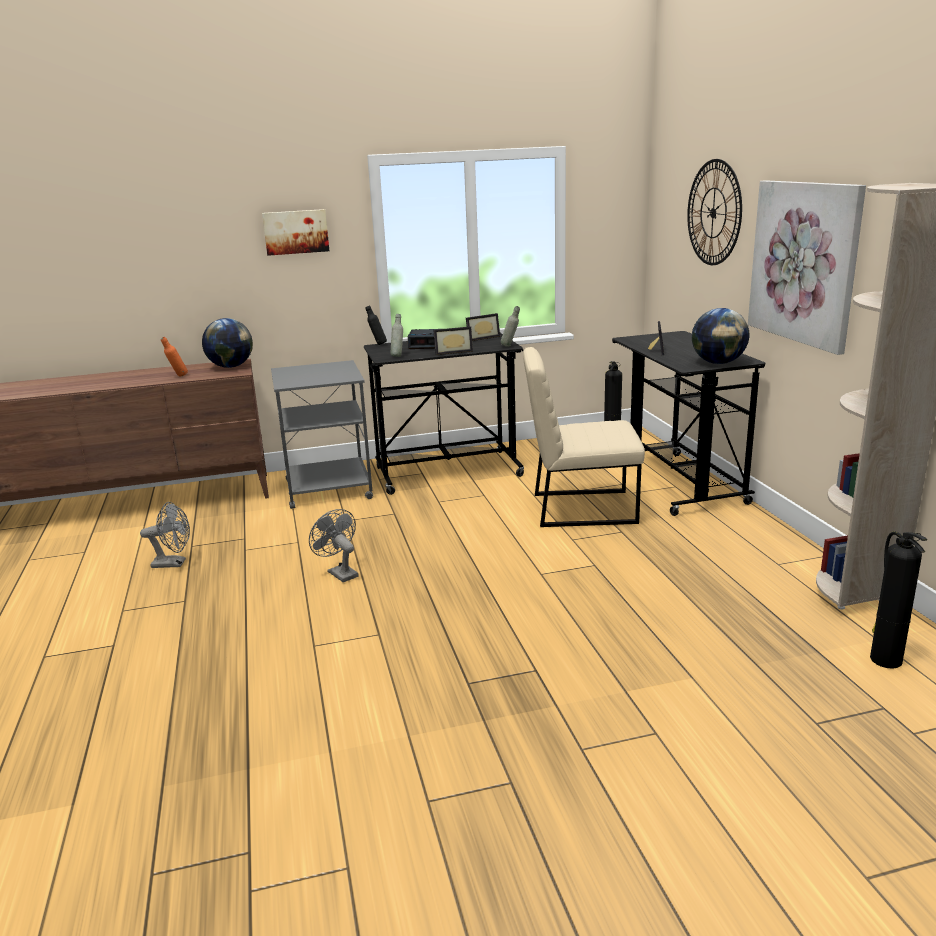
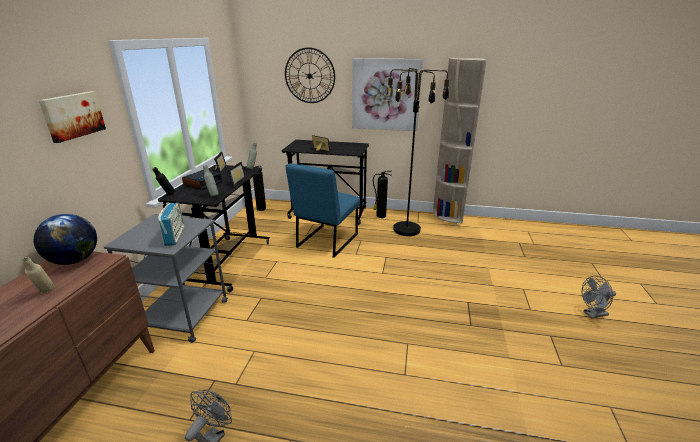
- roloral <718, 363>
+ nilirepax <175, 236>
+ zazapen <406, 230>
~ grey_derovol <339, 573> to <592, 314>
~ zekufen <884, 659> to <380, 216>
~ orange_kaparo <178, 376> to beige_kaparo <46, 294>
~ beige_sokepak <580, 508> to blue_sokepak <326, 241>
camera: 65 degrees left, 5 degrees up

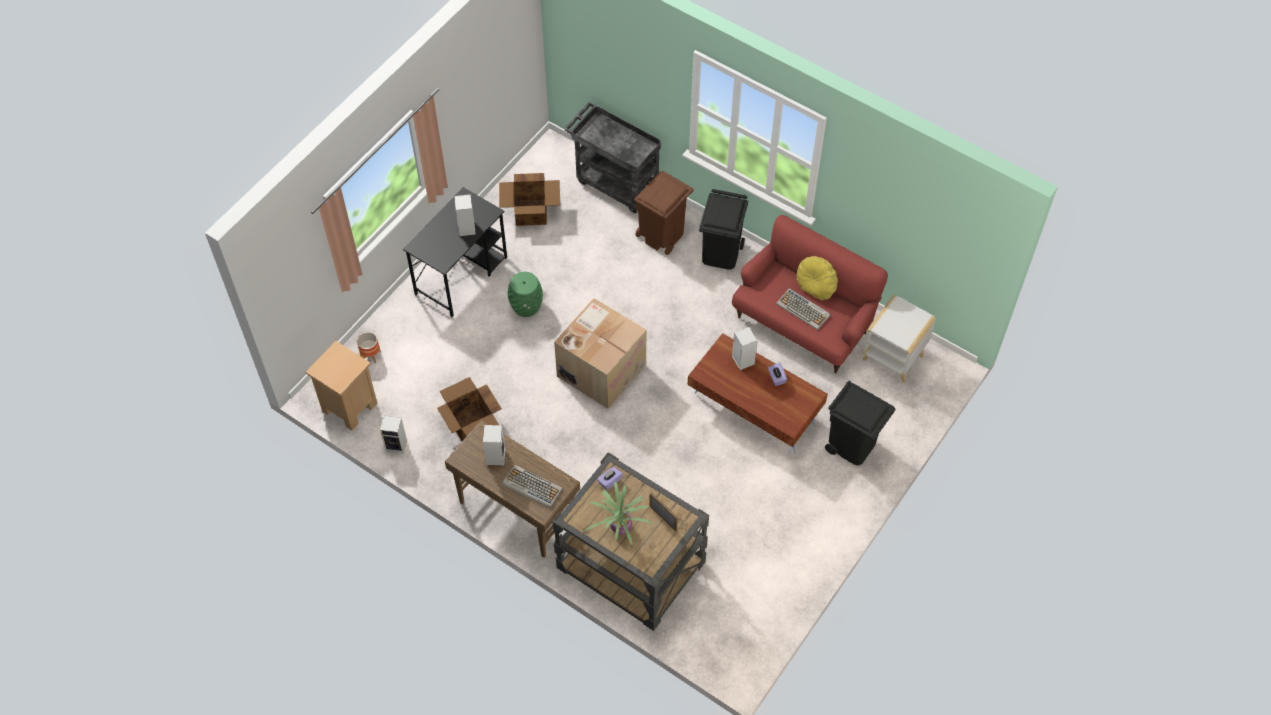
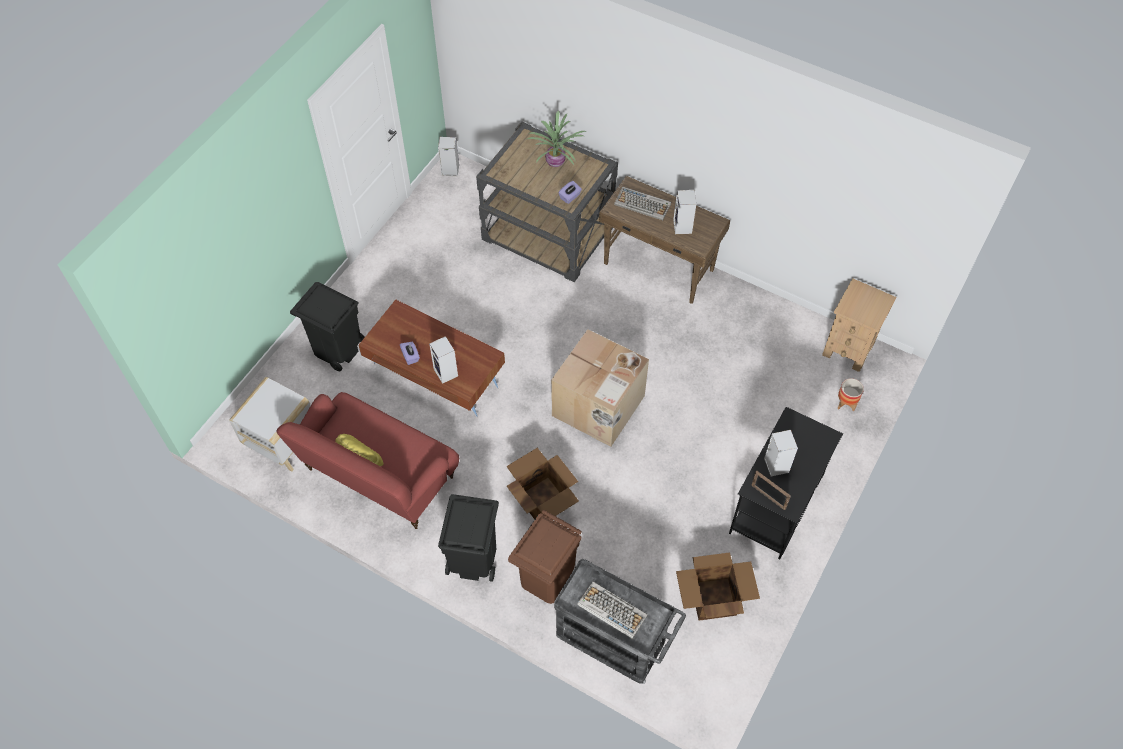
- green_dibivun <526, 306>
~ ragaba <397, 445> to <449, 170>
~ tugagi <472, 425> to <542, 499>
~ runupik <663, 518> to <768, 497>
~ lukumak <803, 309> to <611, 610>
camera: 175 degrees right, 0 degrees up

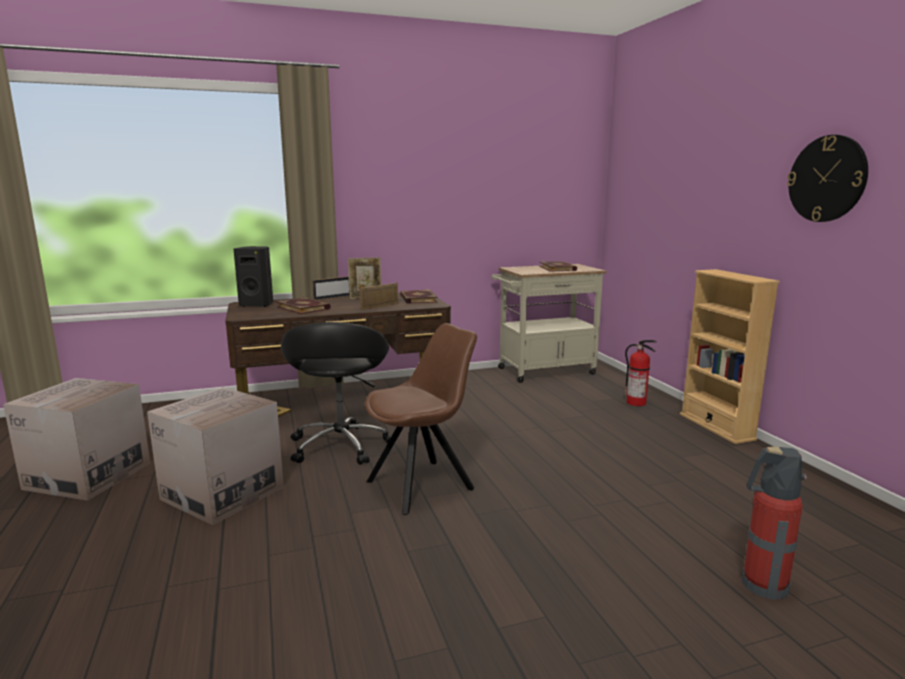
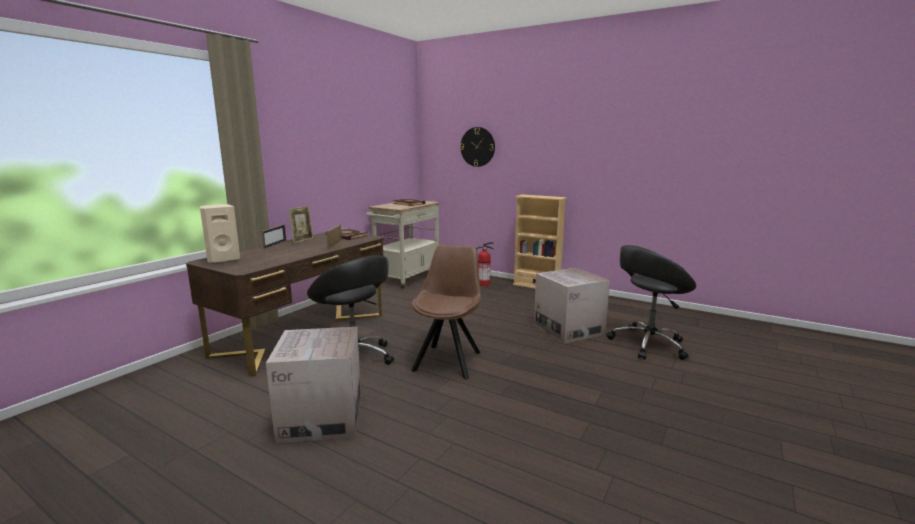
- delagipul <304, 308>
~ tugagi <88, 475> to <568, 329>
~ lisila <827, 179> to <477, 147>
~ zekufen <762, 584> to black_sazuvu <646, 345>
~ black_ragaba <257, 305> to beige_ragaba <223, 259>
camera: 40 degrees left, 0 degrees up

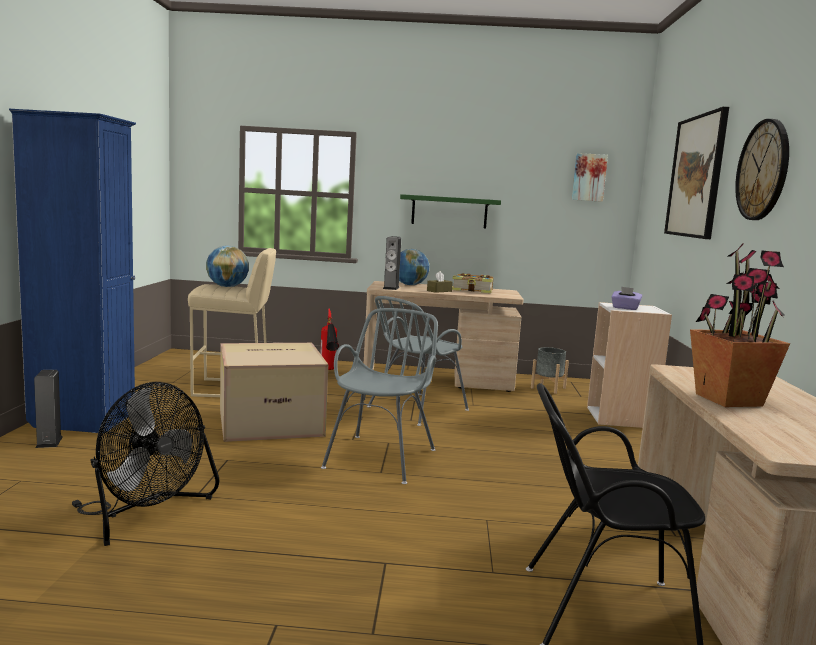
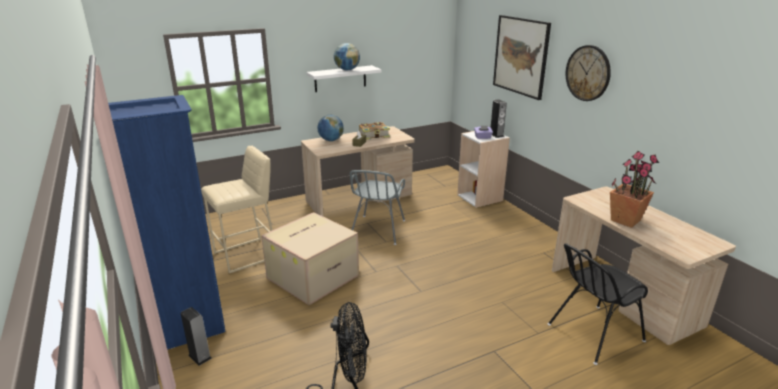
- zekufen <329, 372>
- grey_sokepak <381, 456>
- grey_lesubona <548, 388>
- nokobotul <589, 177>
~ roloral <227, 287> to <347, 70>
~ ragaba <391, 288> to <496, 135>
~ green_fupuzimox <449, 211> to white_fupuzimox <340, 78>
camera: 30 degrees left, 15 degrees up

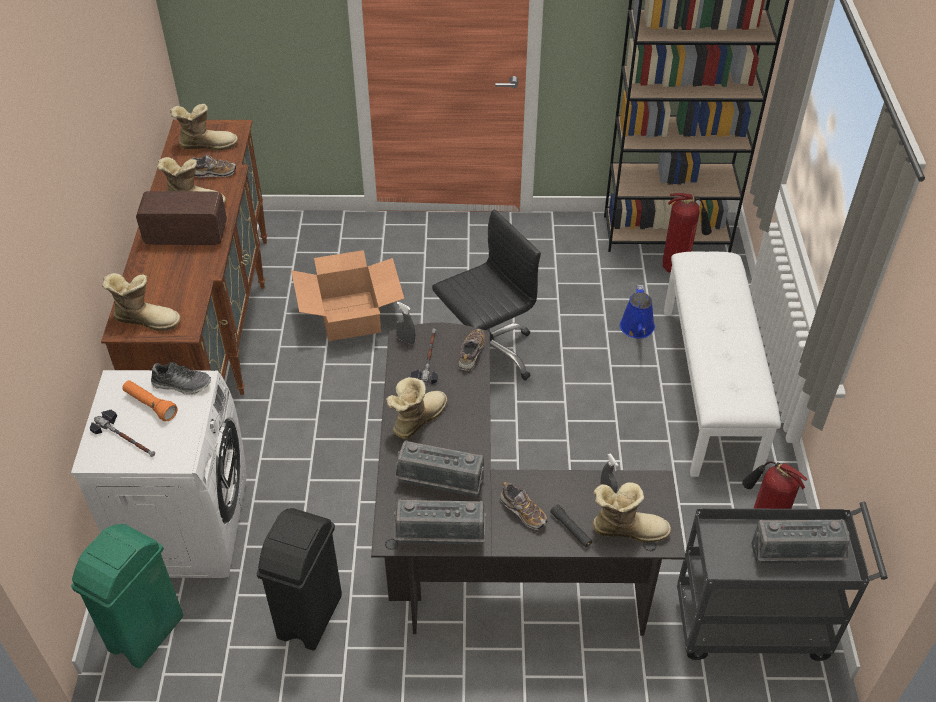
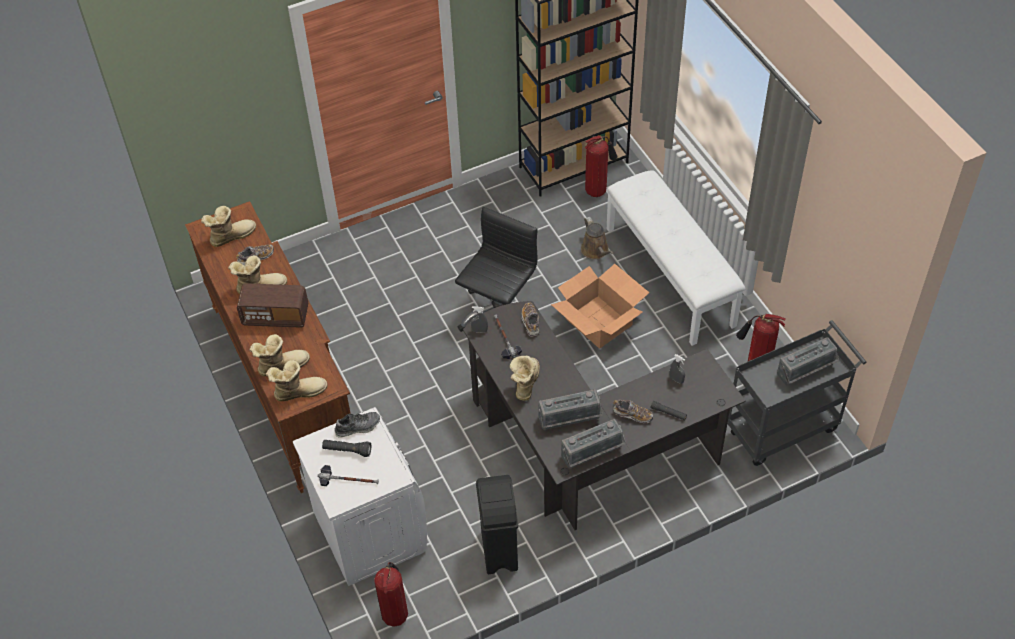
~ tugagi <350, 315> to <599, 321>
~ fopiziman <627, 528> to <281, 365>
~ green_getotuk <145, 634> to zekufen <395, 613>
~ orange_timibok <150, 405> to black_timibok <347, 451>
~ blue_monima <637, 329> to brown_monima <596, 251>
~ nilirepax <186, 235> = <275, 316> 150 degrees counterclockwise
camera: 25 degrees left, 5 degrees up

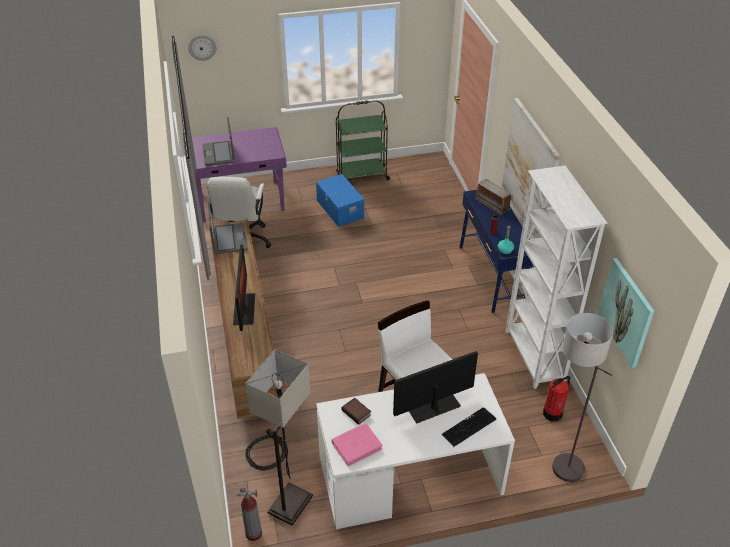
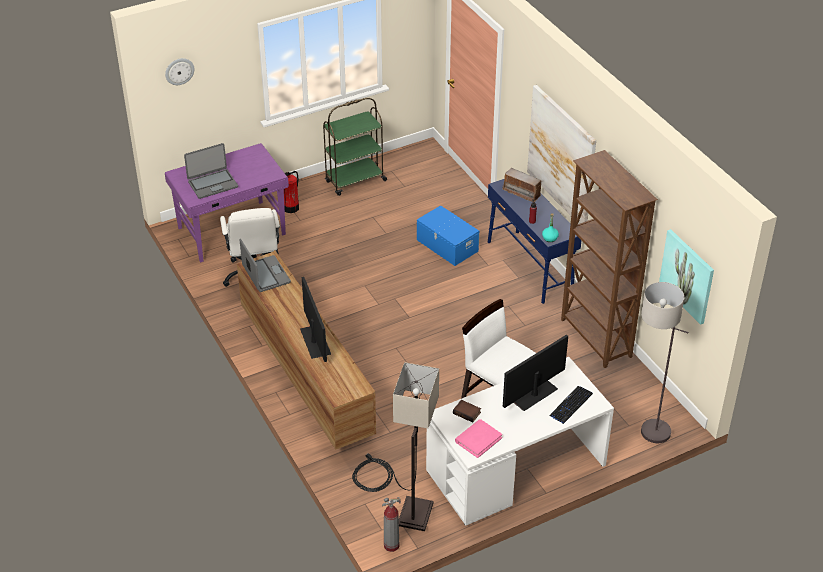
~ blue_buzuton <340, 209> to <447, 246>
~ zekufen <553, 413> to <291, 208>
~ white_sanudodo <533, 357> to brown_sanudodo <595, 339>
~ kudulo <219, 154> = <212, 184> 90 degrees counterclockwise
camera: 15 degrees left, 0 degrees up

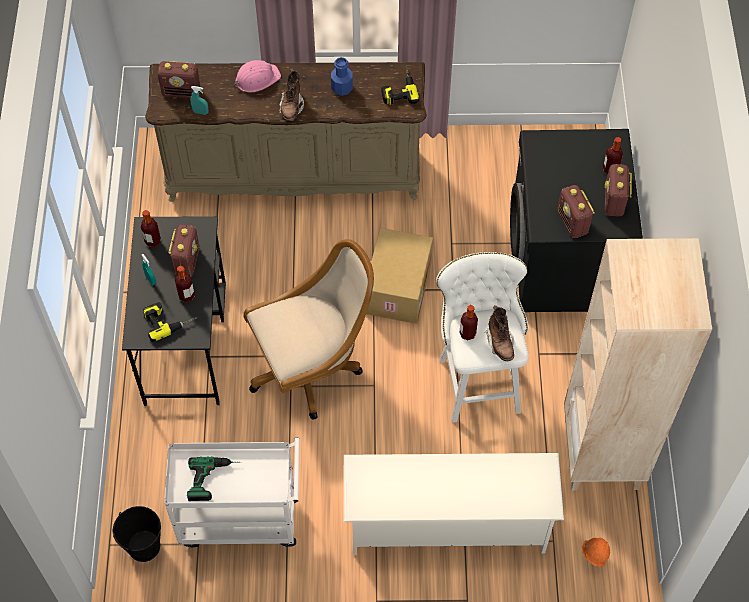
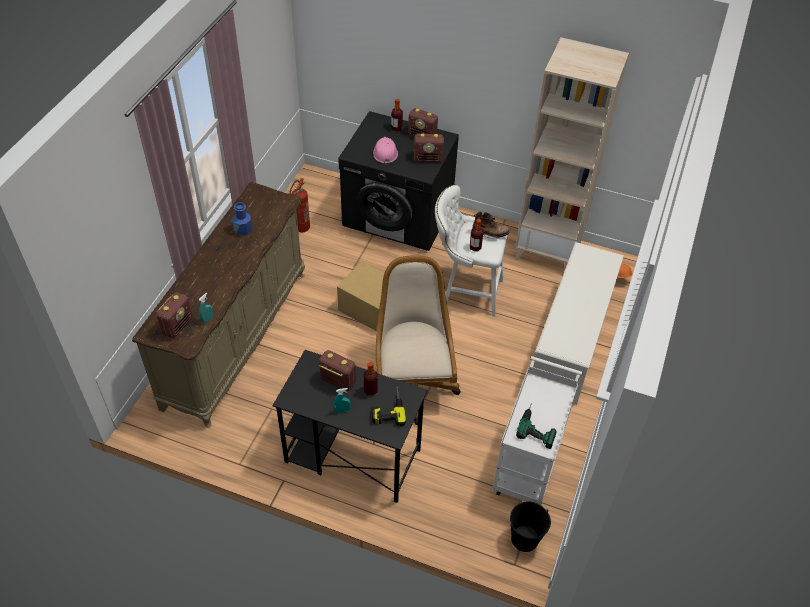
- kaparo <152, 241>
- brown_fopiziman <291, 107>
- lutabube <398, 88>
+ zekufen <300, 230>
~ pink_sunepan <257, 78> to <385, 153>
camera: 70 degrees left, 10 degrees down

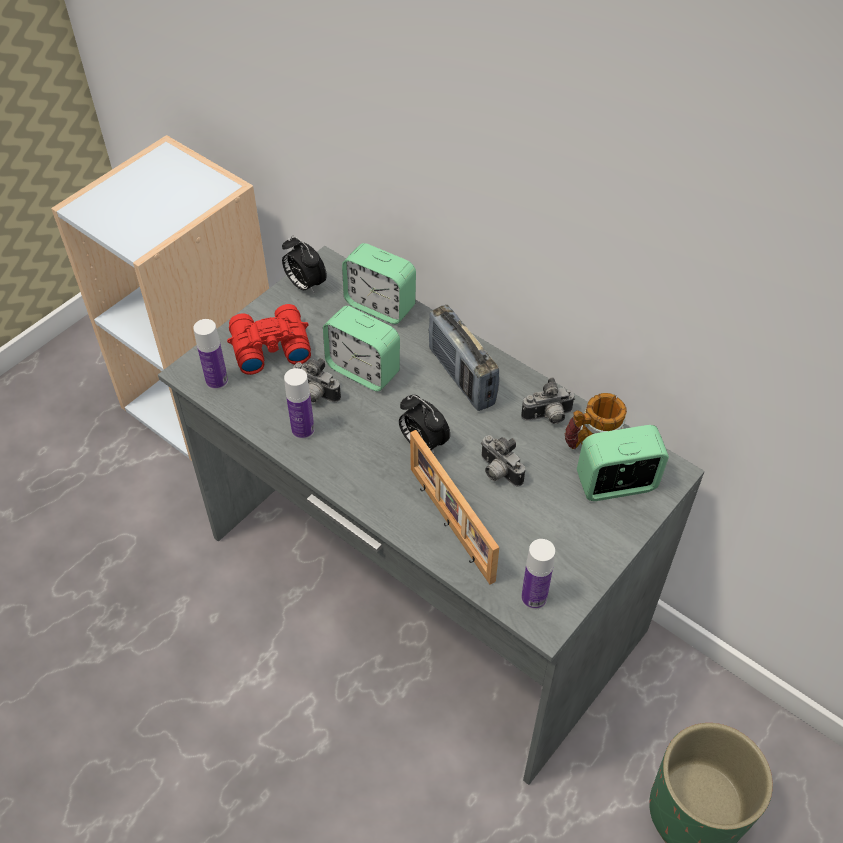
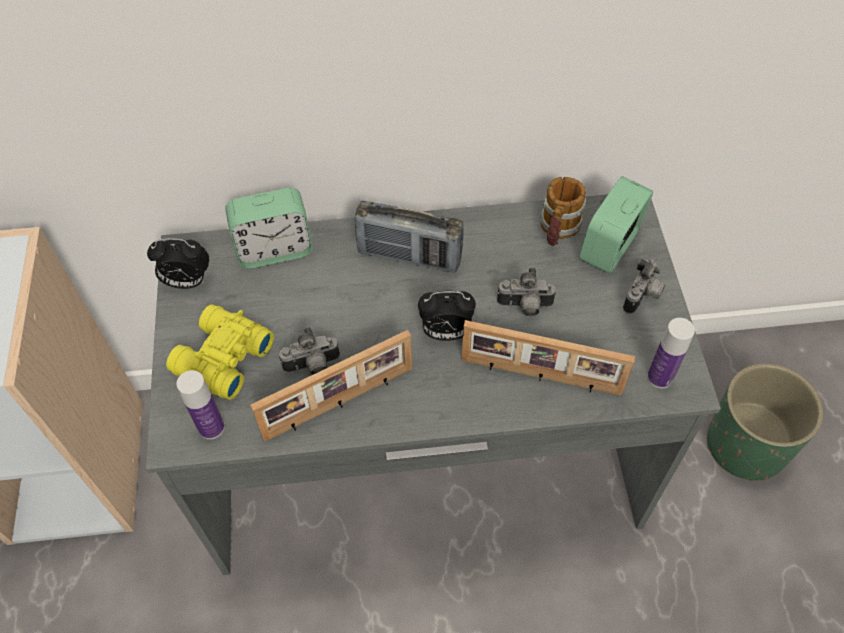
- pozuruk <363, 370>
~ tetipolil <548, 417> to <643, 296>
~ kaparo <303, 430> to runupik <339, 404>
~ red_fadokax <268, 346> to yellow_fadokax <220, 359>
camera: 45 degrees left, 5 degrees up

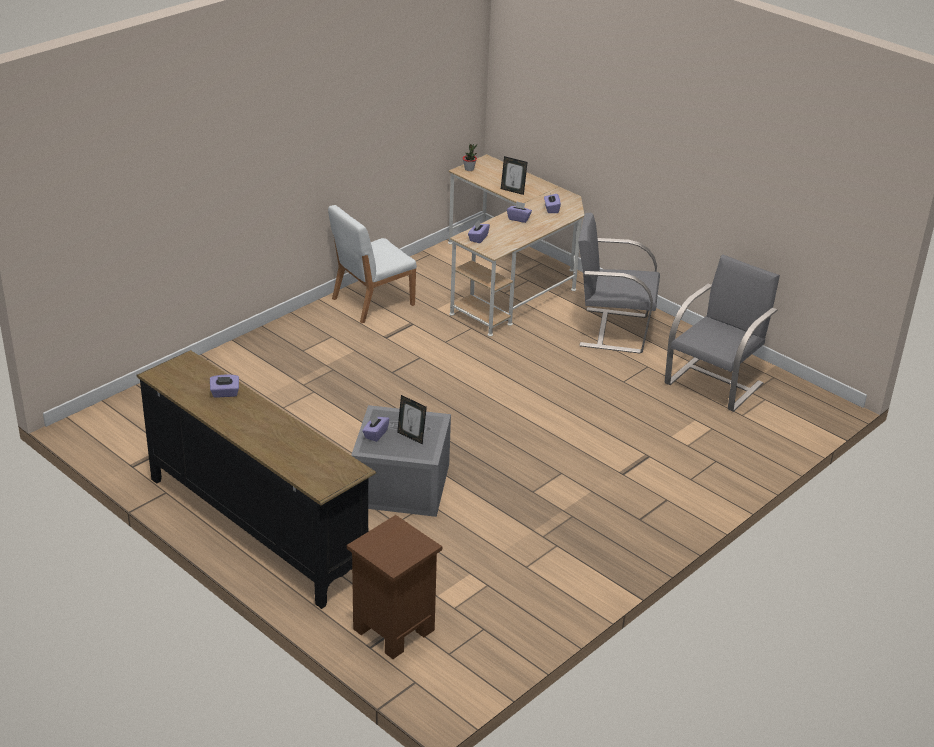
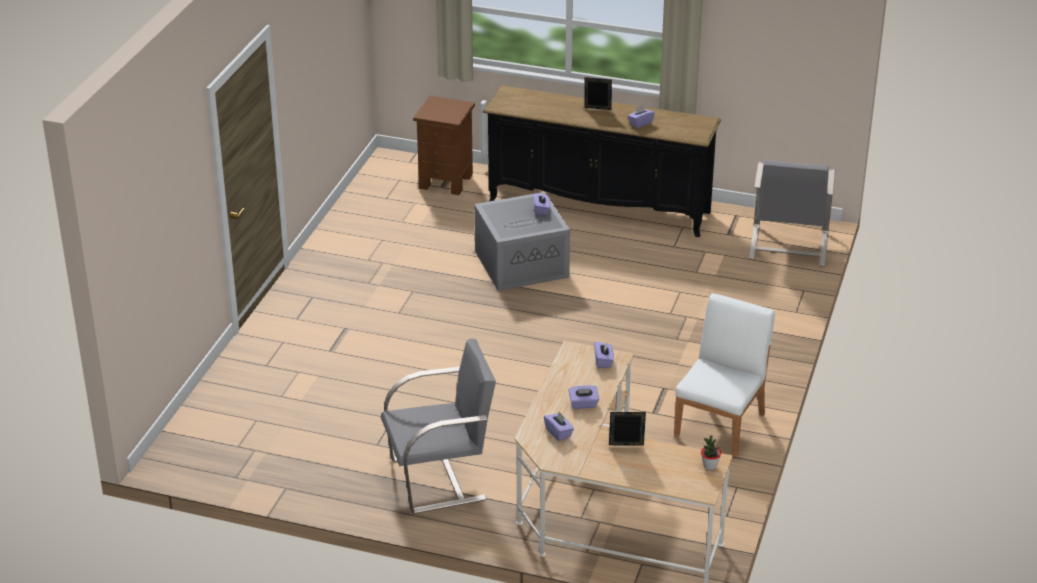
~ runupik <411, 437> to <597, 110>
~ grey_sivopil <714, 383> to <788, 246>
camera: 155 degrees right, 0 degrees up

